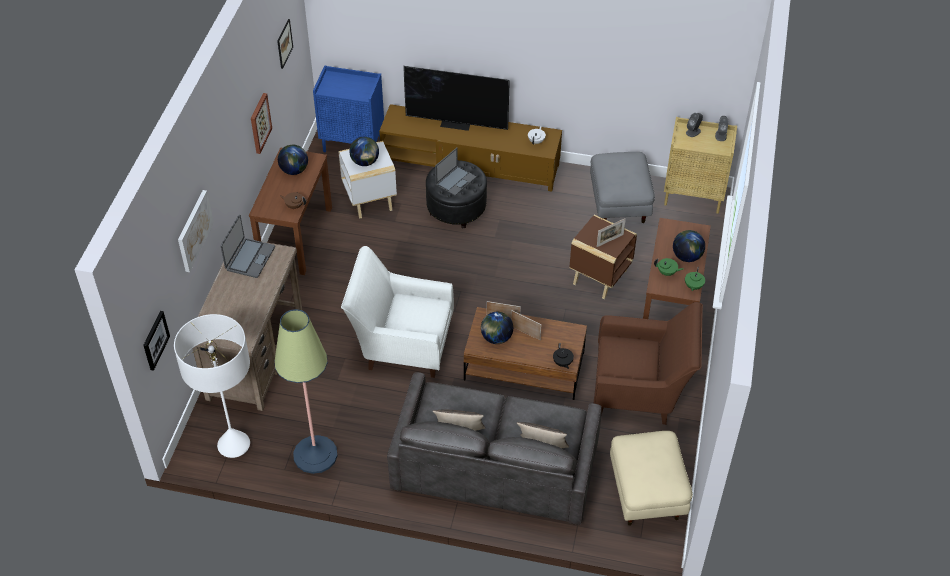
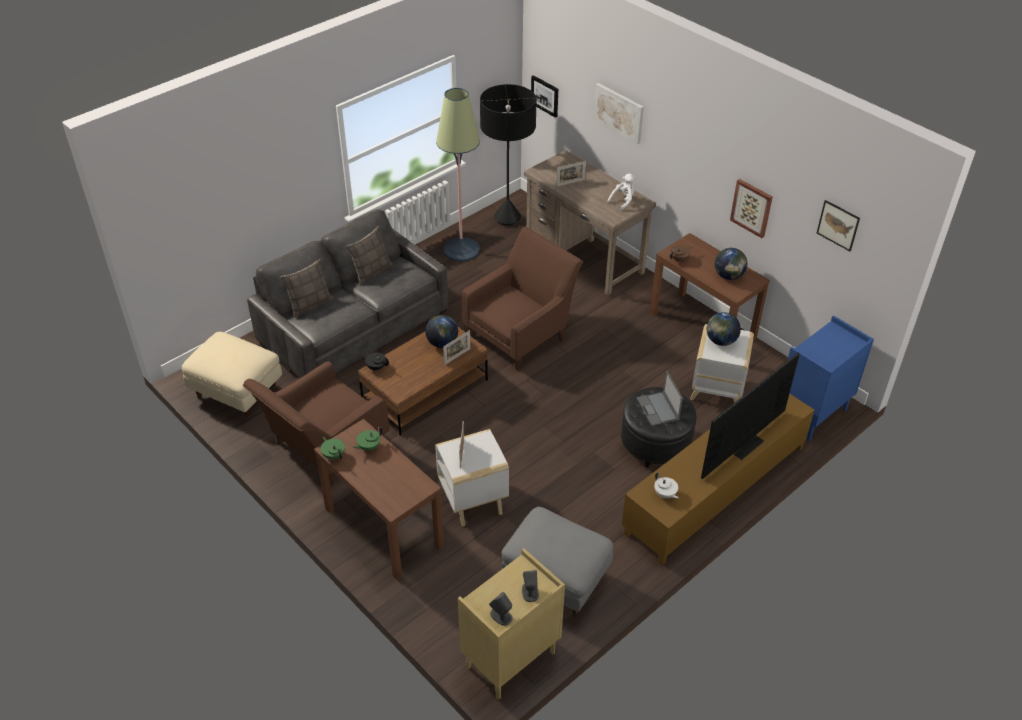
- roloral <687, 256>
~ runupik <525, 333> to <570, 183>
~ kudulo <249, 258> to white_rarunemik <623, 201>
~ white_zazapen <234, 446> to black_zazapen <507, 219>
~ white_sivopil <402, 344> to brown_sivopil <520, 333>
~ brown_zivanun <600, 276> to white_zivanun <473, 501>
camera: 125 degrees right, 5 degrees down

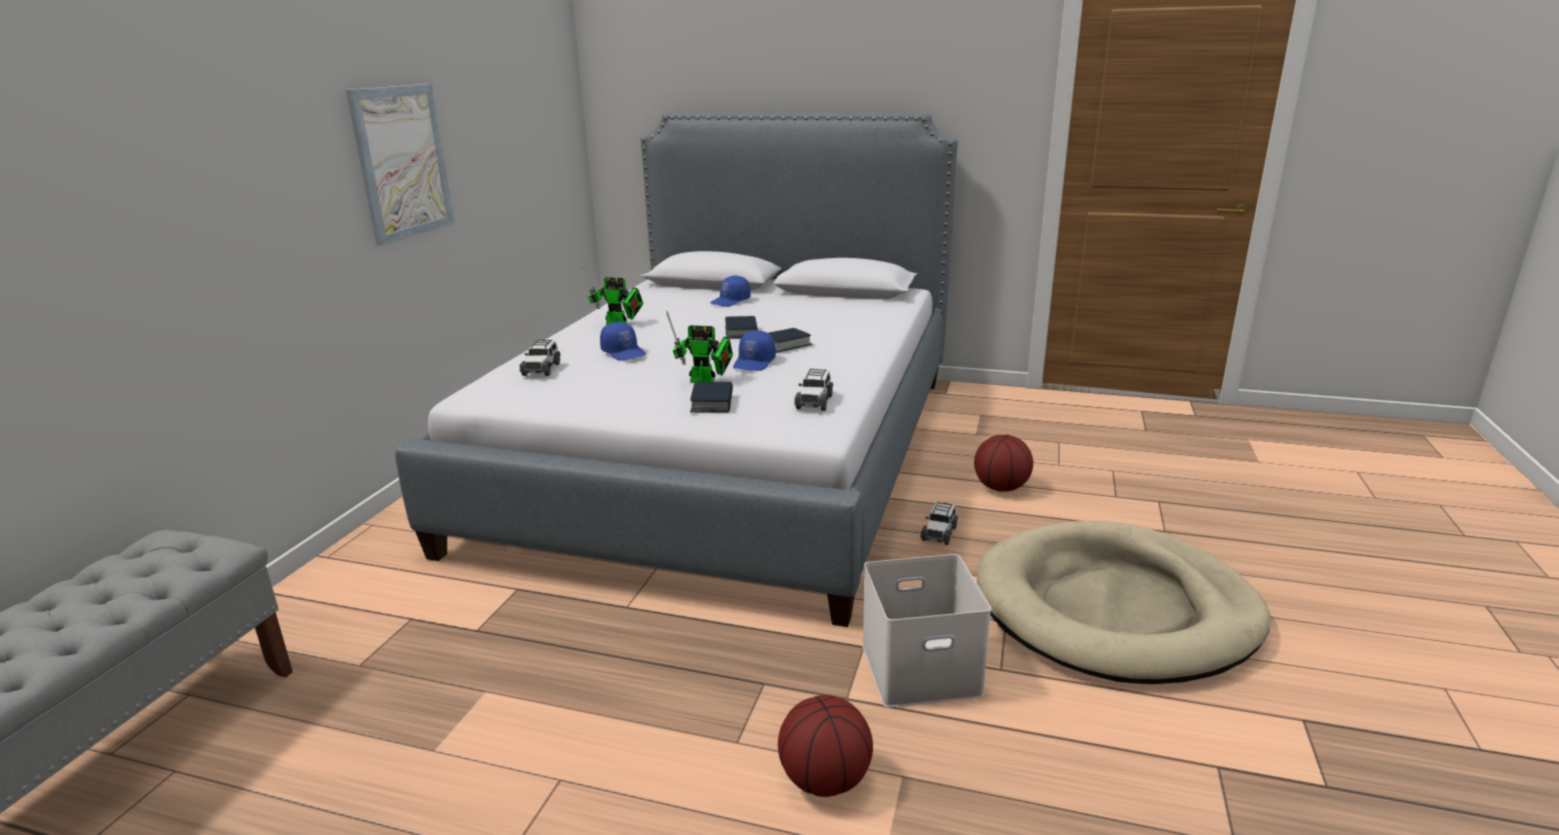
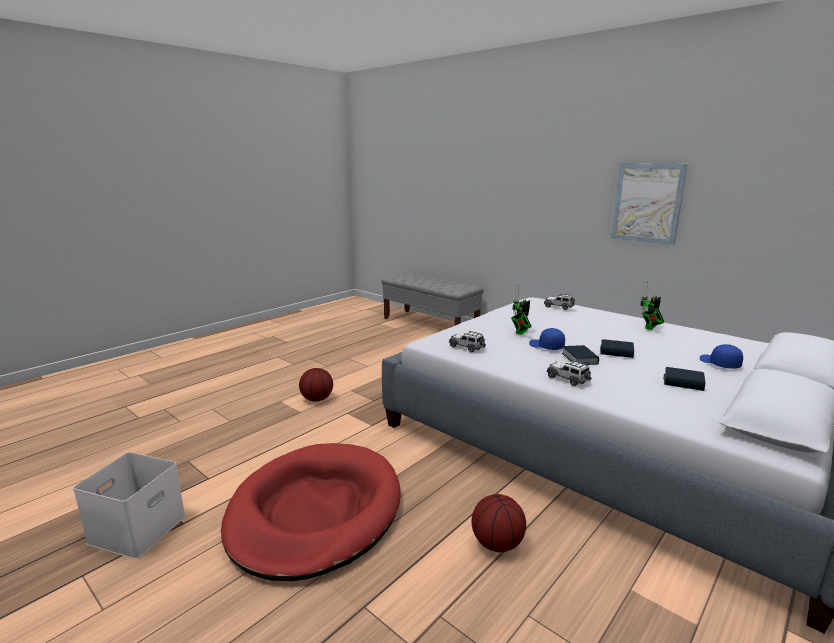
- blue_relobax <624, 352>
~ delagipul <712, 403> to <683, 383>
~ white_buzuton <922, 667> to <138, 530>
~ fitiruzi <939, 533> to <568, 379>
~ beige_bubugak <1115, 609> to red_bubugak <315, 512>
camera: 115 degrees right, 5 degrees down

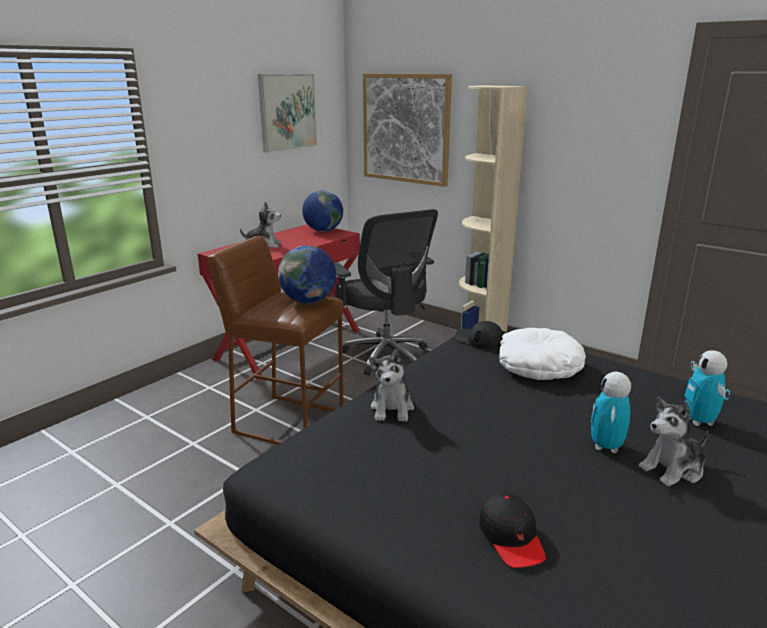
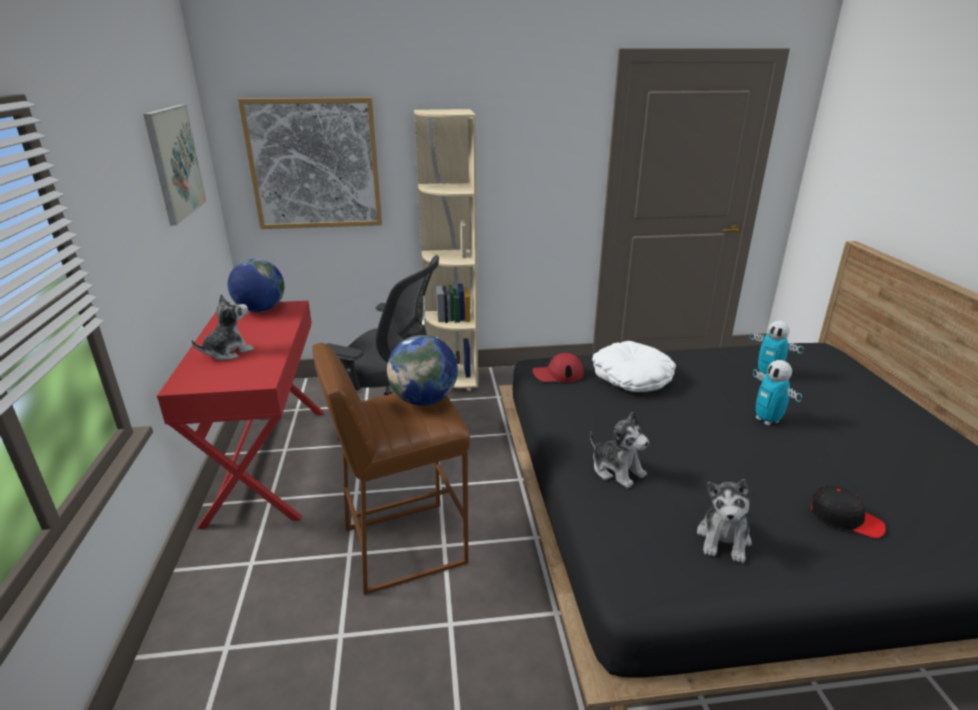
~ rarunemik <673, 469> to <723, 539>
~ black_relobax <479, 340> to red_relobax <557, 374>
camera: 45 degrees left, 5 degrees up

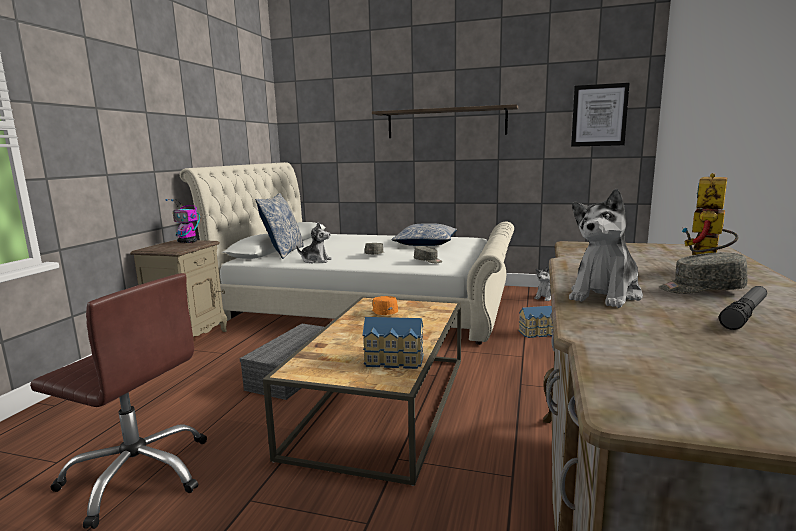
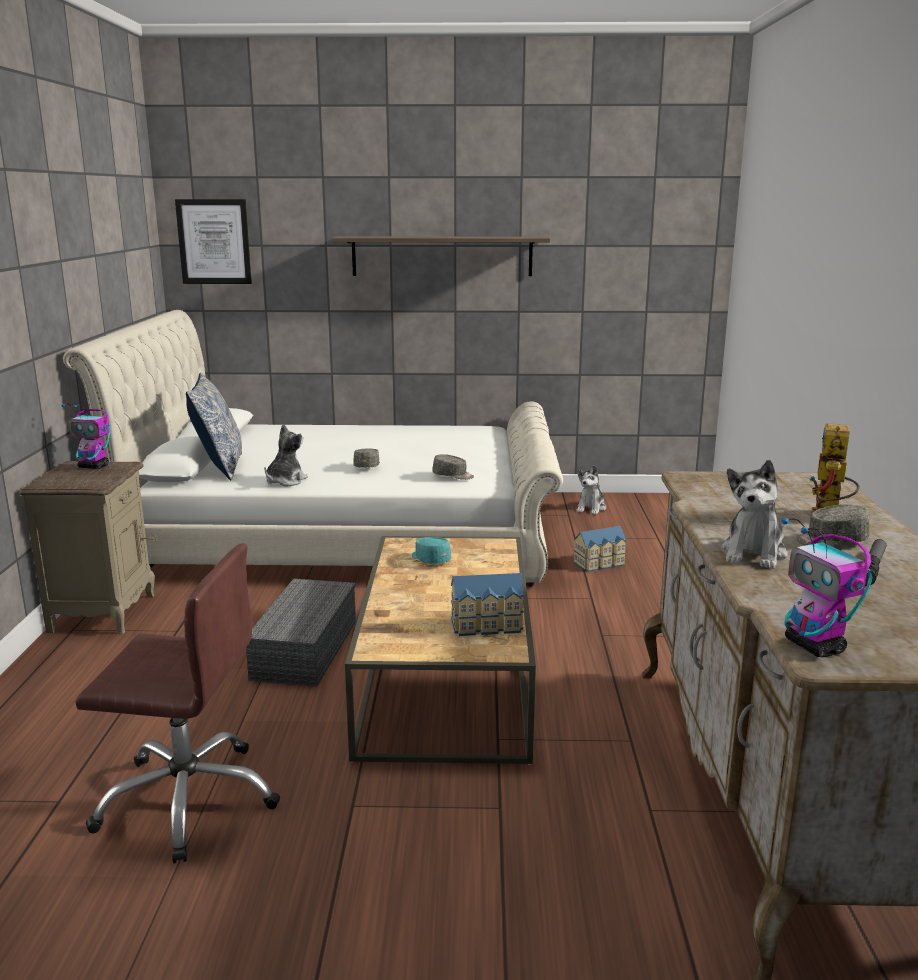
- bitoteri <425, 243>
+ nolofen <815, 647>
~ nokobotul <599, 115> to <214, 242>
~ orange_relobax <383, 312> to turquoise_relobax <430, 559>
~ rarunemik <316, 260> = <285, 481> 60 degrees counterclockwise
camera: 15 degrees left, 5 degrees up

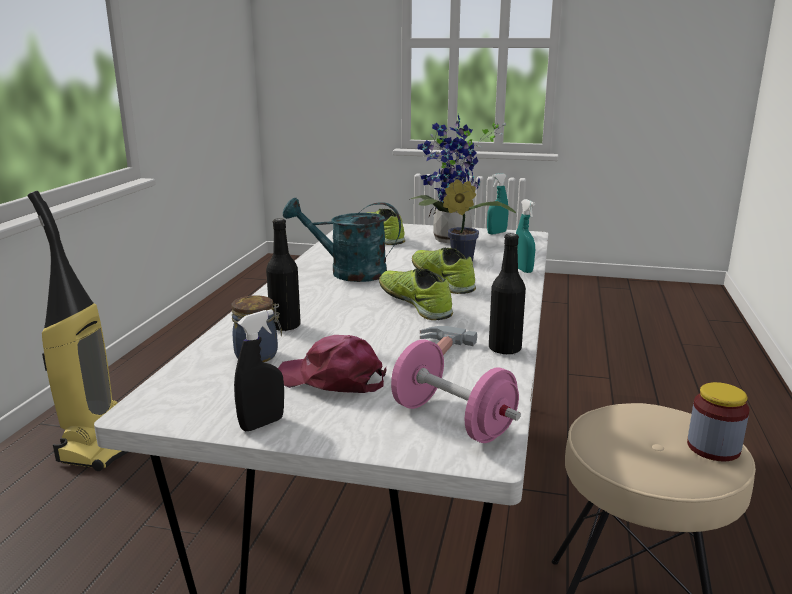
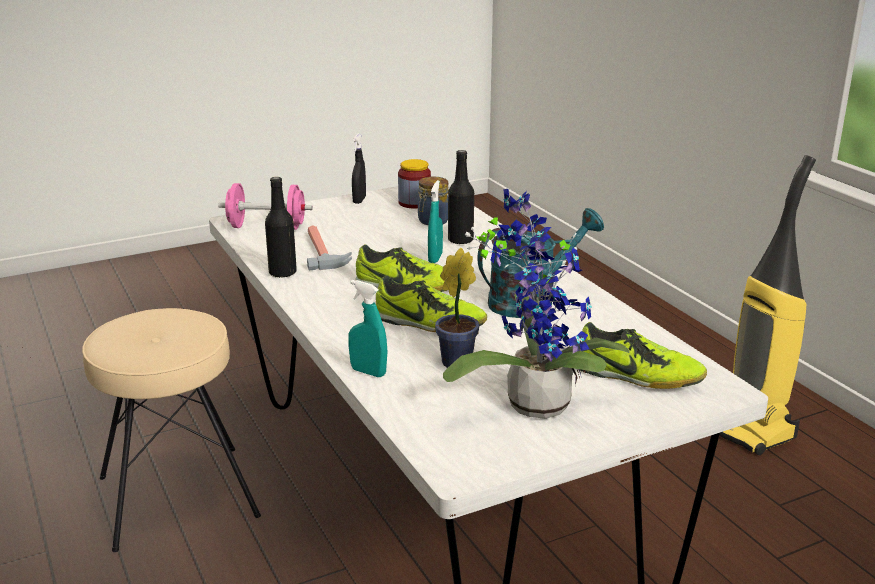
- pink_relobax <332, 379>
~ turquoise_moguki <496, 233> to <435, 258>
~ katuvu <713, 448> to <414, 203>
camera: 140 degrees right, 5 degrees up

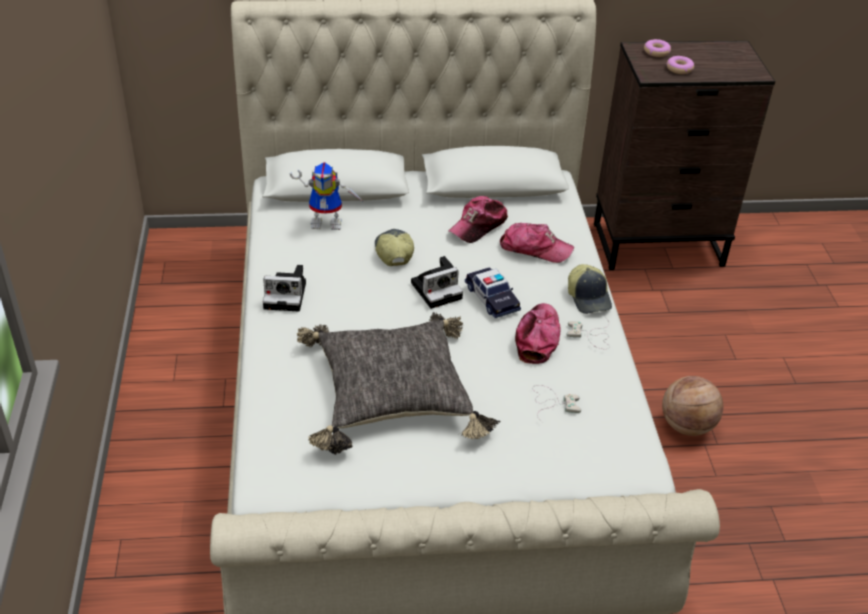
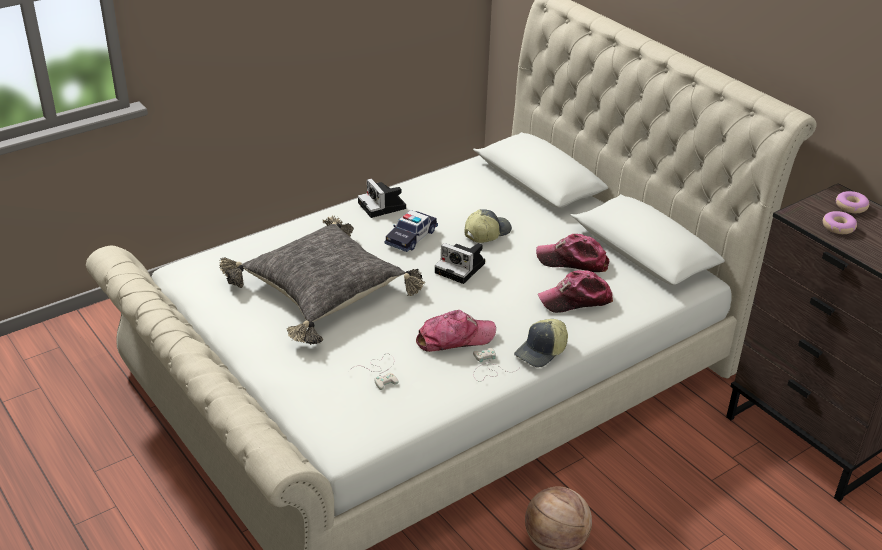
- nolofen <329, 222>
~ fitiruzi <491, 298> to <411, 237>
~ relobax <535, 248> = <575, 300> 90 degrees clockwise
camera: 60 degrees right, 5 degrees down

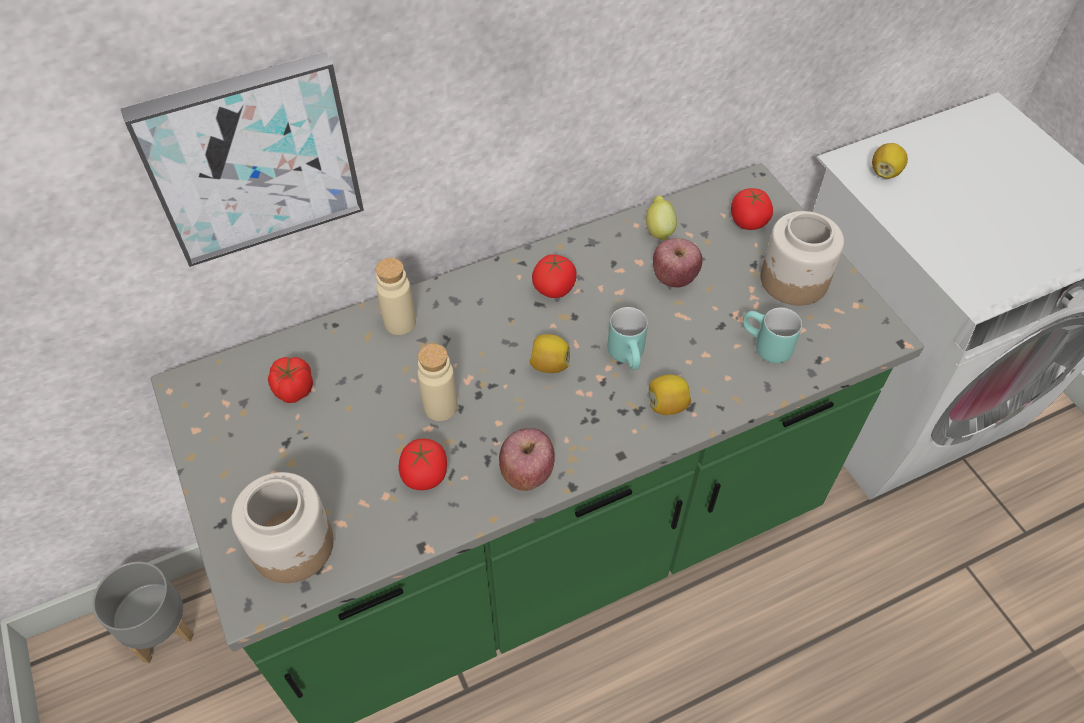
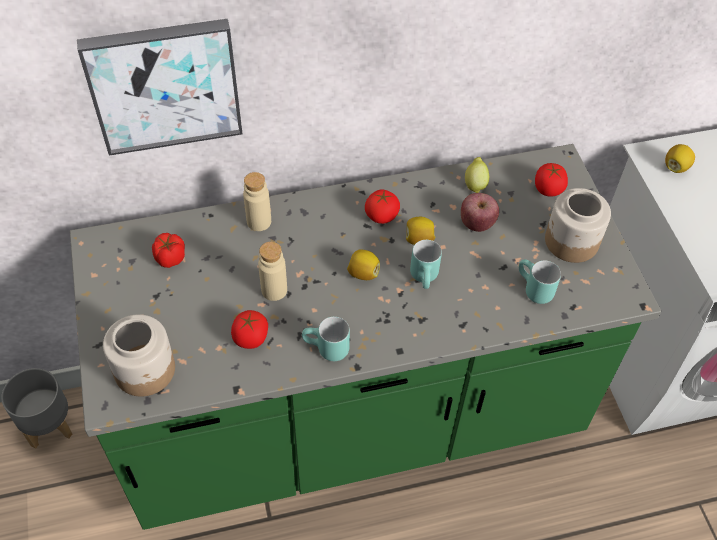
~ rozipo <667, 405> to <419, 239>
~ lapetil <527, 473> to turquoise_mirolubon <326, 350>
camera: 10 degrees right, 0 degrees up

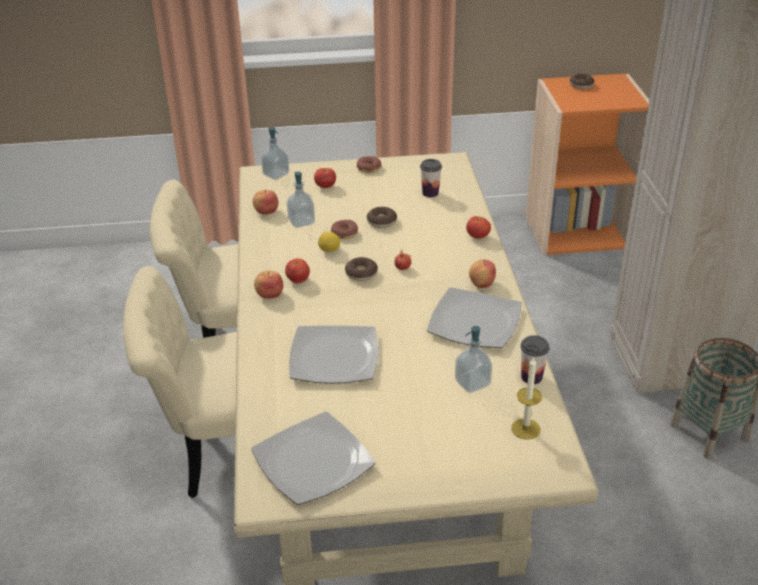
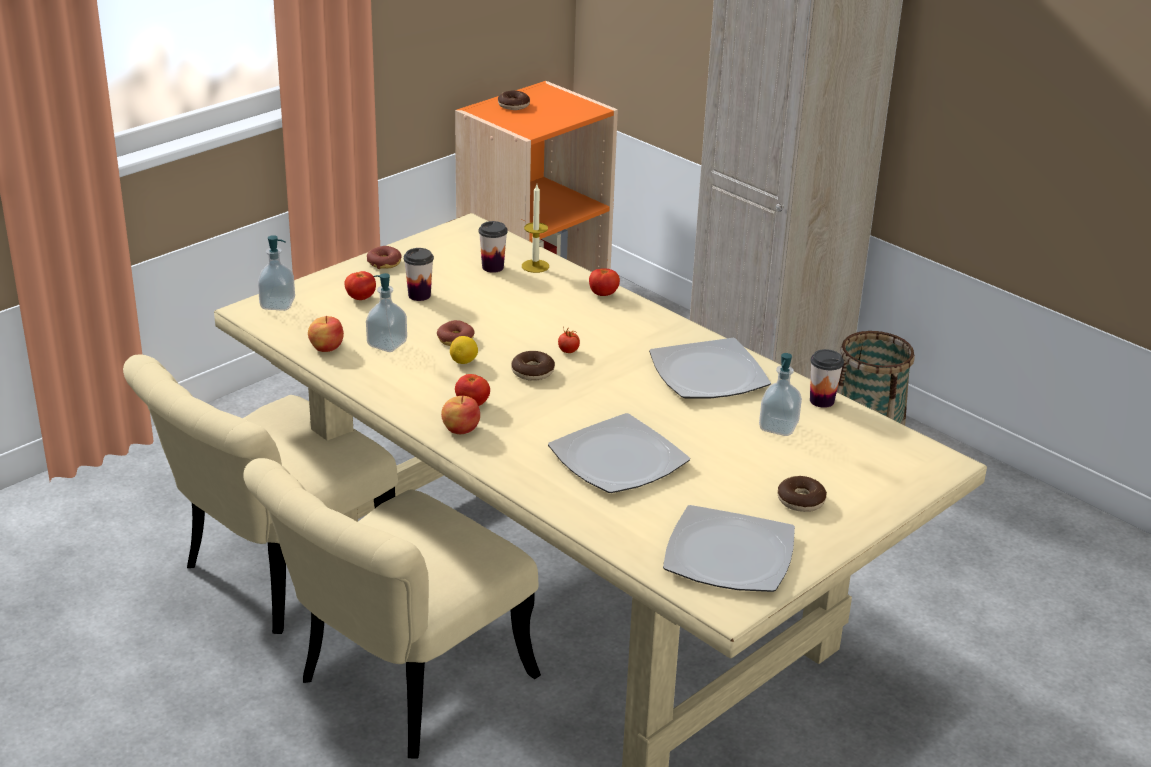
- lapetil <481, 283>
+ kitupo <419, 295>
~ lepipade <382, 222> to <801, 501>
~ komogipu <525, 429> to <535, 266>
camera: 40 degrees left, 5 degrees down

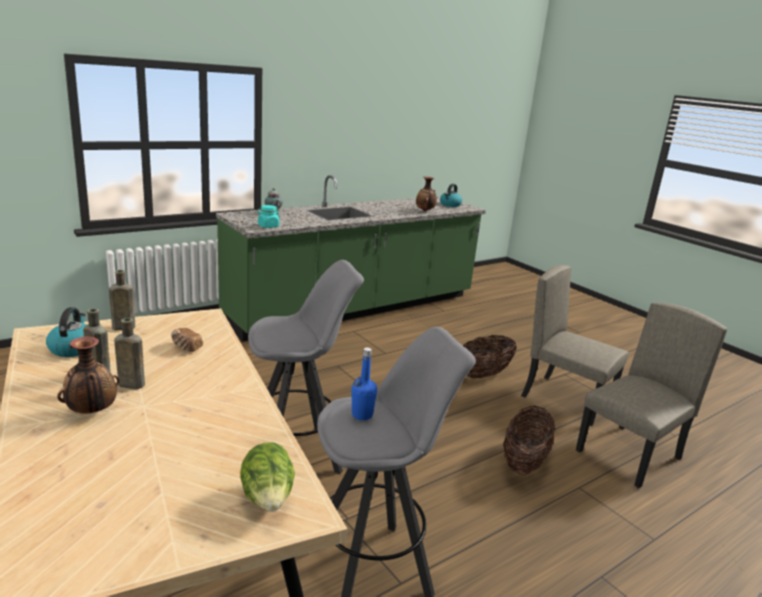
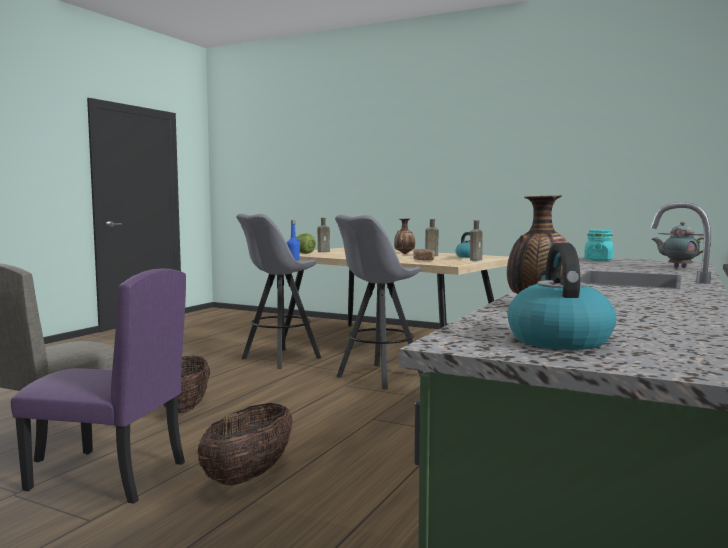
~ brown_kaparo <129, 384> to <324, 251>
~ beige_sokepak <567, 399> to purple_sokepak <107, 476>
camera: 155 degrees right, 15 degrees down

